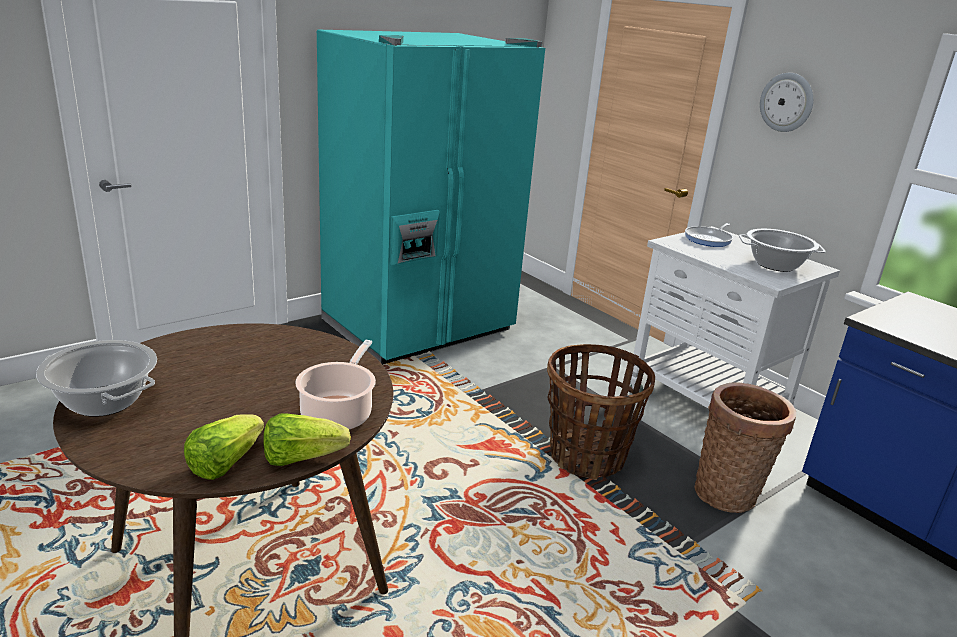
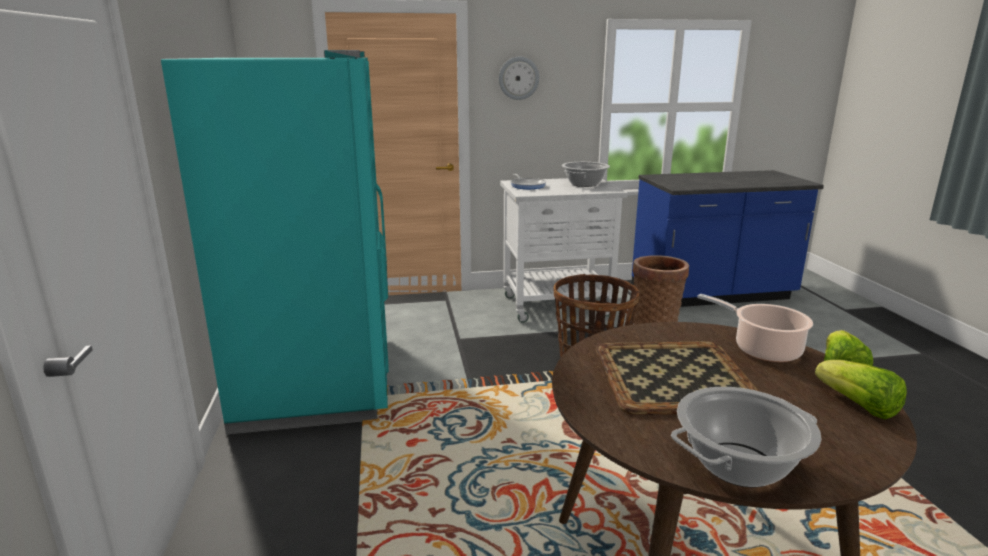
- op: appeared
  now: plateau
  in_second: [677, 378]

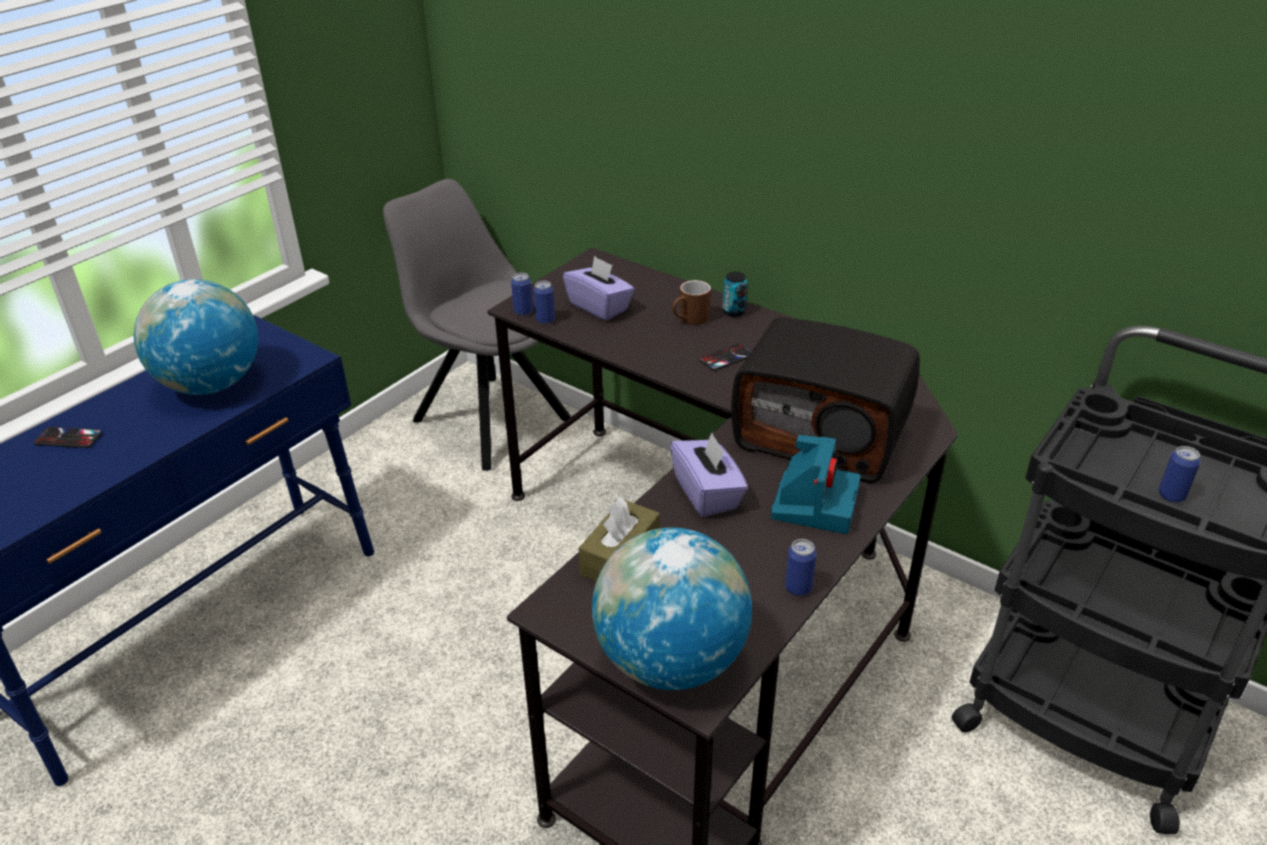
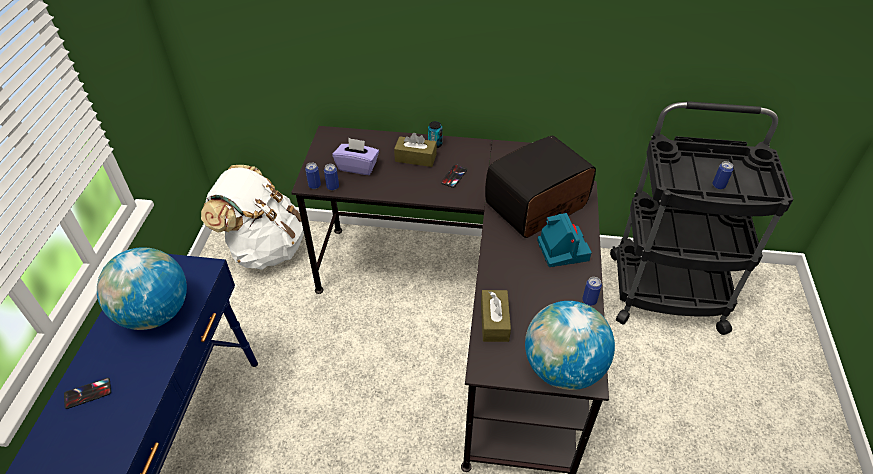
- op: exchanged
  was: chaise [gris]
  now: sac à dos [blanc]
  in_first: [476, 325]
  in_second: [252, 217]
- op: exchanged
  was: mug [marron]
  now: boîte à mouchoirs [marron]
  in_first: [691, 302]
  in_second: [415, 150]
- op: spun
  was: radio
  in_first: [825, 400]
  in_second: [540, 187]
  clockwise: 150
- op: missing
  was: boîte à mouchoirs [violet]
  in_first: [709, 475]

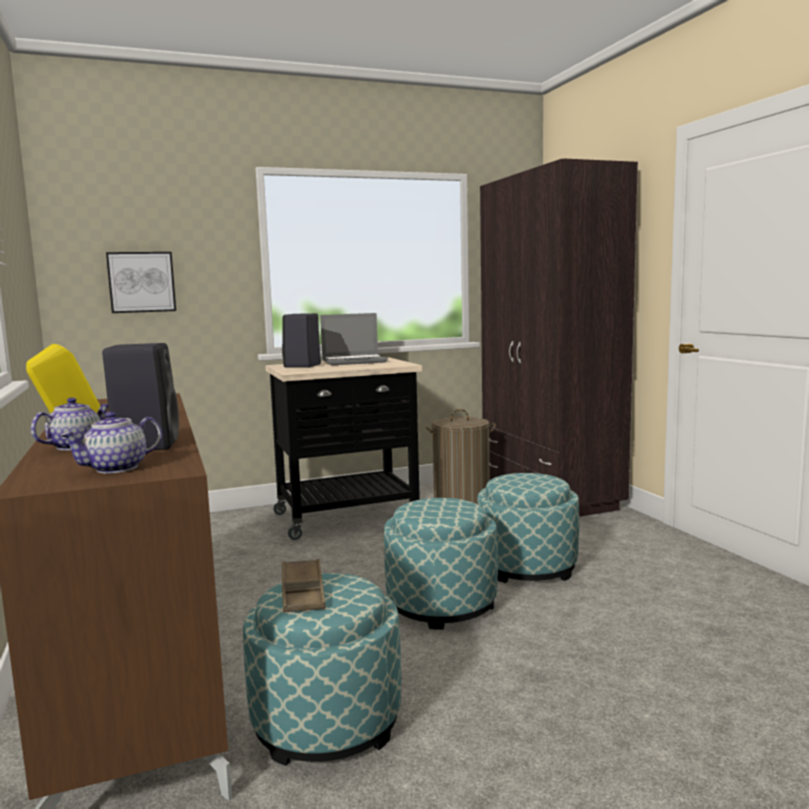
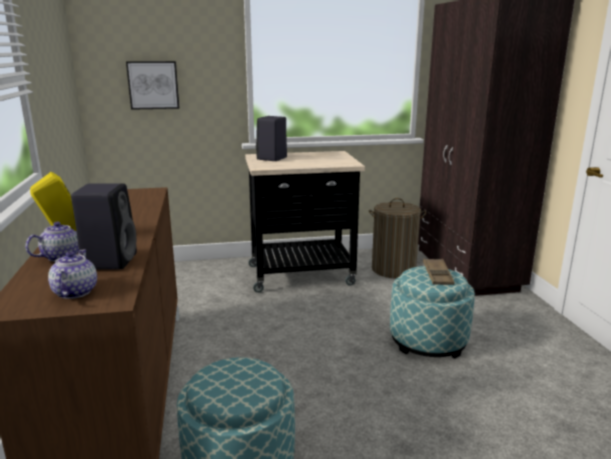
- op: missing
  was: ordinateur portable
  in_first: [354, 339]
- op: spun
  was: théière
  in_first: [111, 443]
  in_second: [72, 274]
  clockwise: 120
- op: missing
  was: pouf
  in_first: [441, 564]
- op: relocated
  was: plateau [marron]
  in_first: [304, 586]
  in_second: [439, 271]

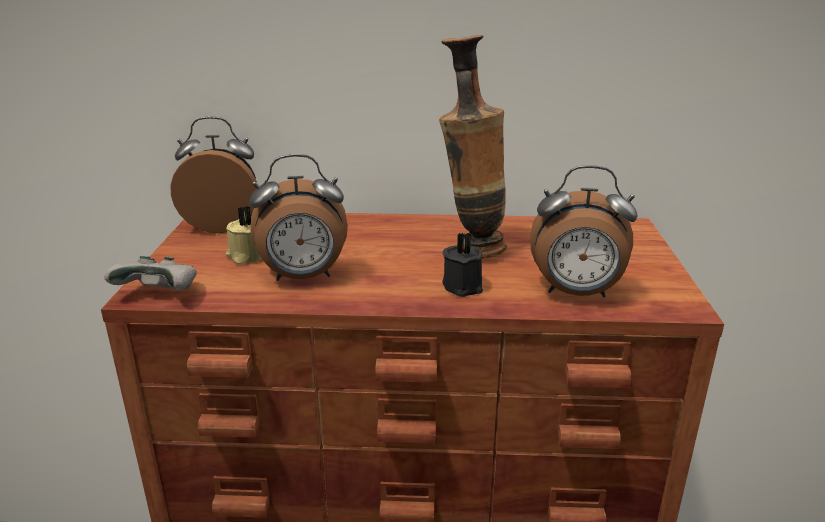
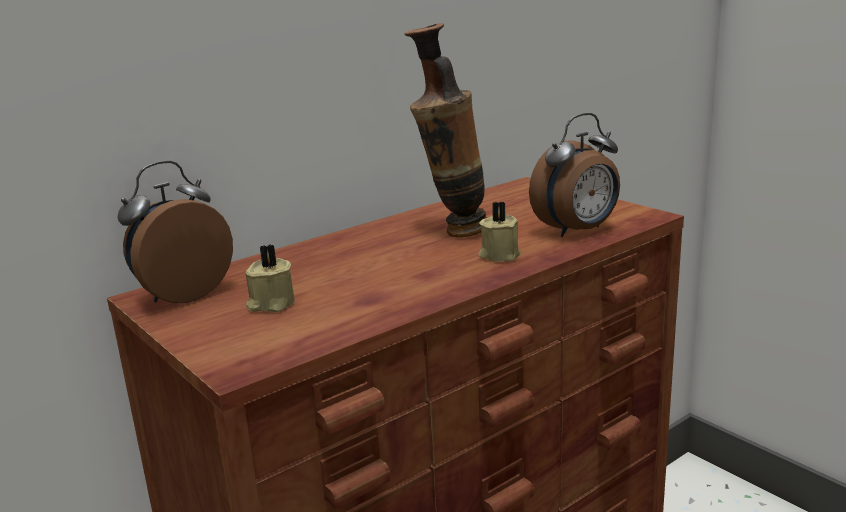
- op: missing
  was: réveil
  in_first: [298, 217]
- op: colour
  was: bougie [noir]
  now: bougie [beige]
  in_first: [462, 265]
  in_second: [500, 231]
- op: missing
  was: manette [gris]
  in_first: [150, 273]

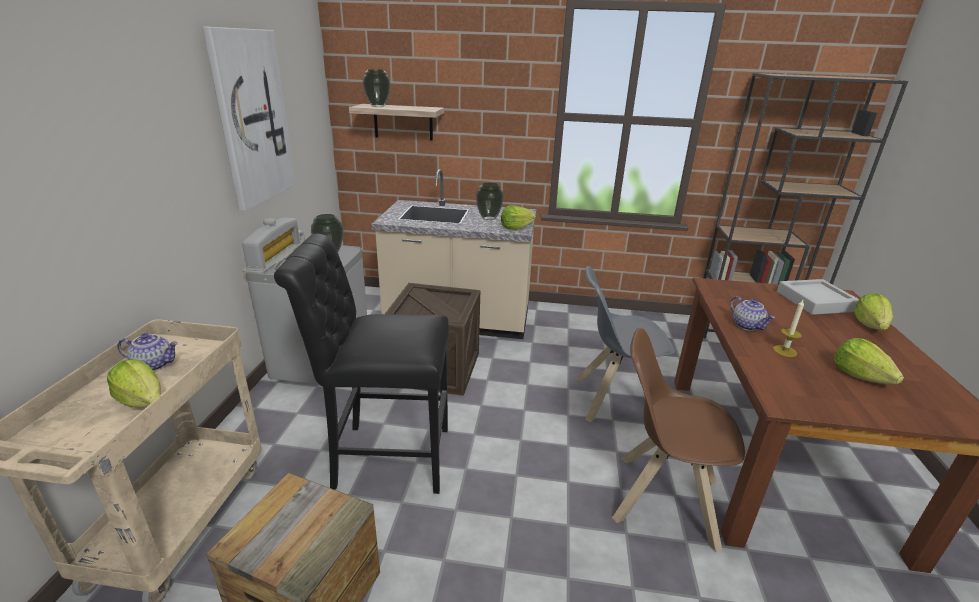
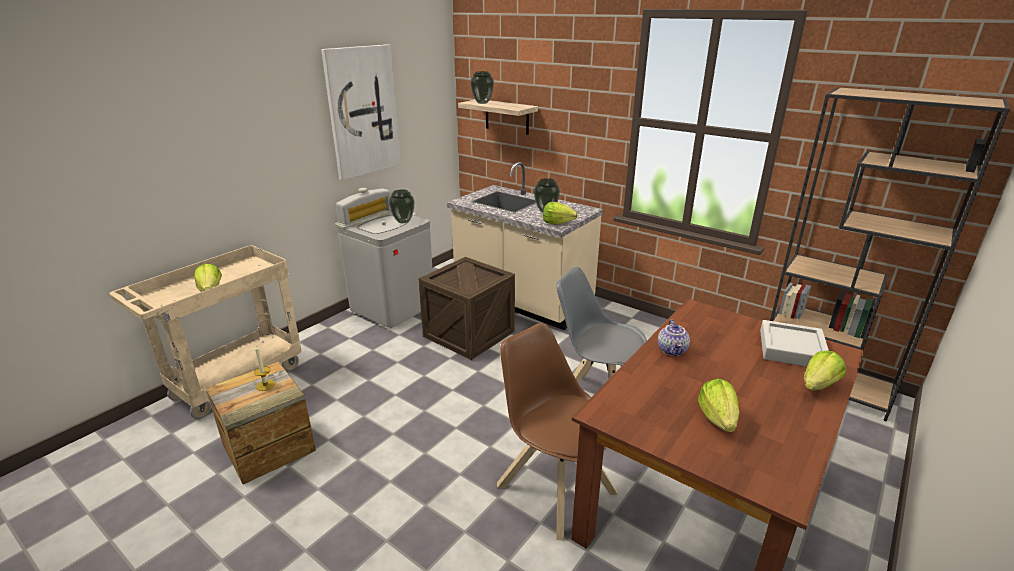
- op: missing
  was: tabouret [noir]
  in_first: [361, 364]
- op: relocated
  was: bougie
  in_first: [788, 328]
  in_second: [264, 368]
- op: missing
  was: théière
  in_first: [147, 352]

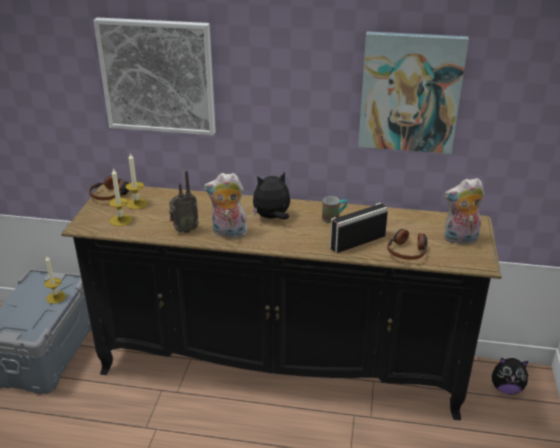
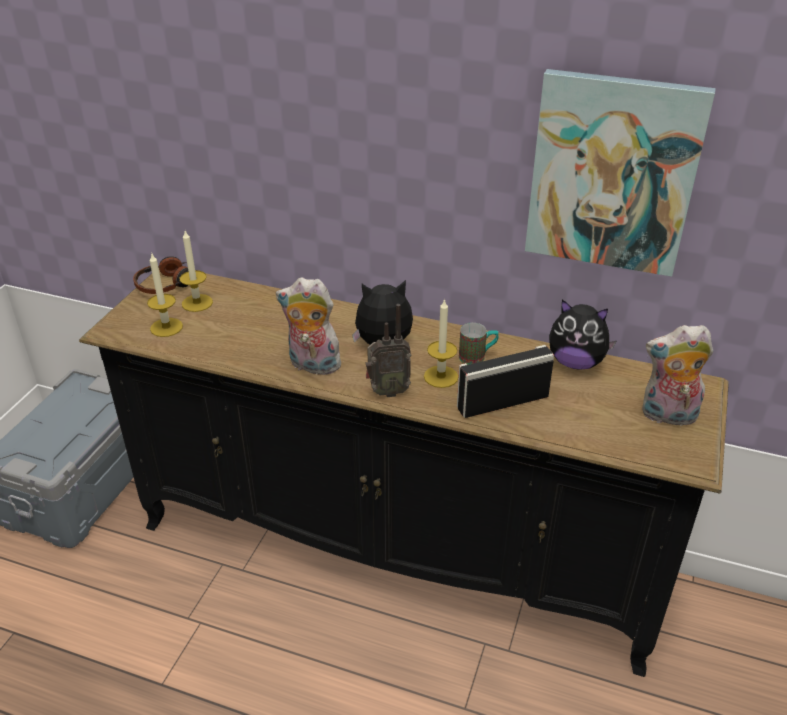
- op: missing
  was: tableau
  in_first: [154, 76]
- op: relocated
  was: radio
  in_first: [184, 201]
  in_second: [388, 350]
- op: missing
  was: casque audio
  in_first: [407, 244]
- op: relocated
  was: bougie
  in_first: [55, 280]
  in_second: [441, 343]
- op: relocated
  was: peluche
  in_first: [510, 376]
  in_second: [583, 334]

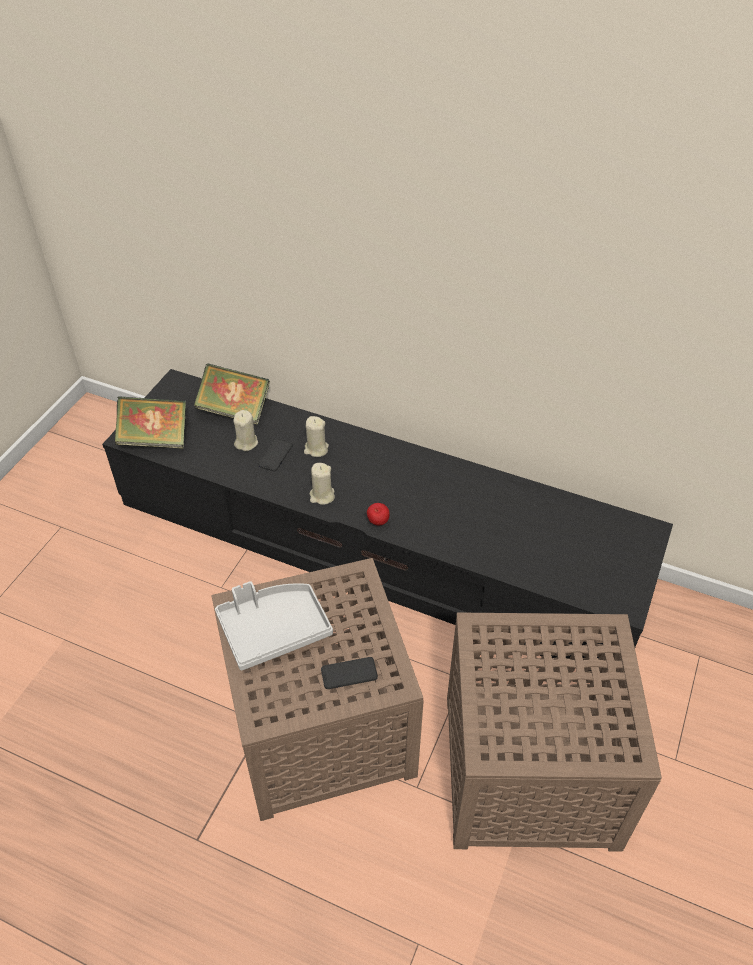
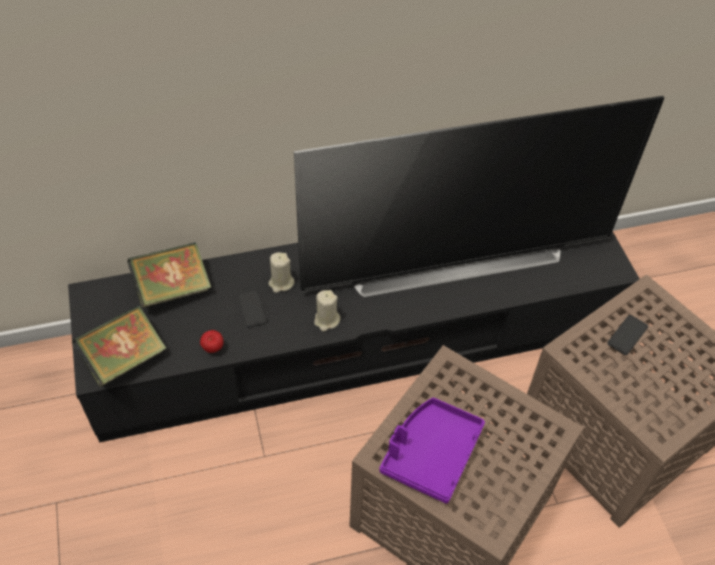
- op: missing
  was: bougie [beige]
  in_first: [245, 430]
- op: relocated
  was: pomme
  in_first: [378, 514]
  in_second: [211, 341]
- op: colour
  was: plateau [gris]
  now: plateau [violet]
  in_first: [274, 626]
  in_second: [432, 450]
- op: relocated
  was: téléphone
  in_first: [349, 673]
  in_second: [628, 335]
- op: appeared
  now: téléviseur
  in_second: [479, 196]

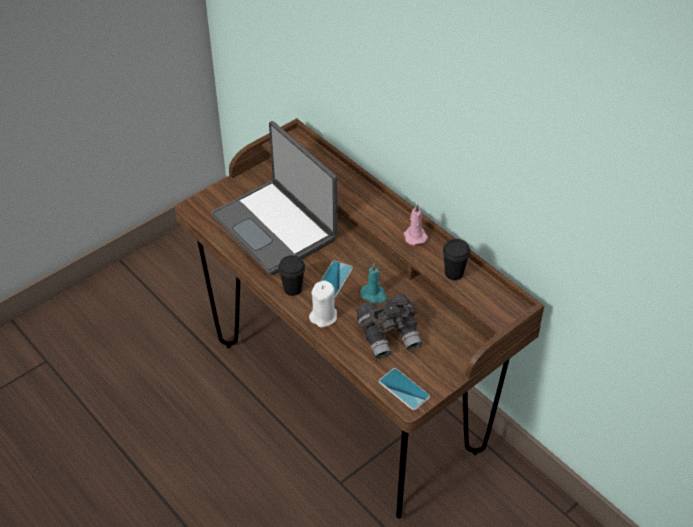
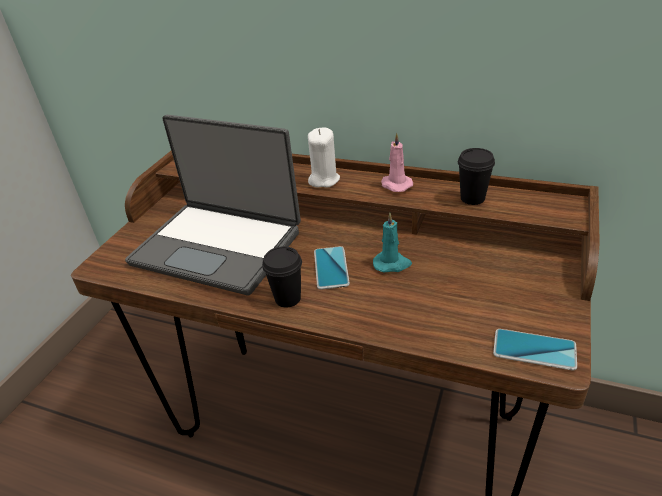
- op: relocated
  was: bougie [blanc]
  in_first: [323, 304]
  in_second: [324, 157]
- op: missing
  was: jumelles [gris]
  in_first: [389, 326]

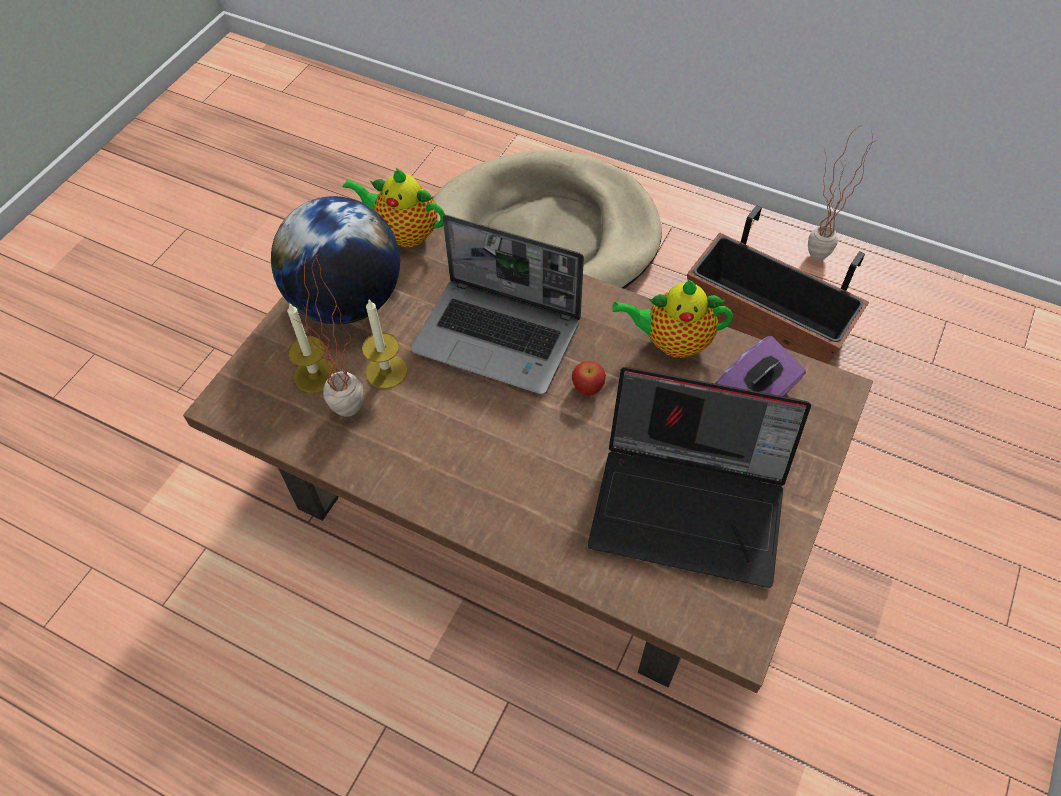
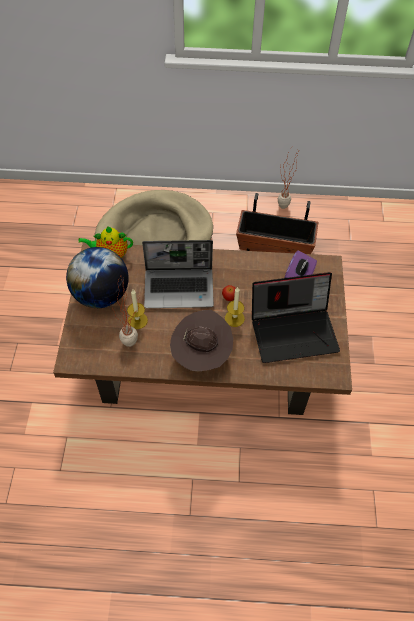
- op: missing
  was: théière
  in_first: [673, 319]
- op: relocated
  was: bougie
  in_first: [311, 348]
  in_second: [235, 307]
- op: appeared
  now: chapeau [marron]
  in_second: [201, 340]

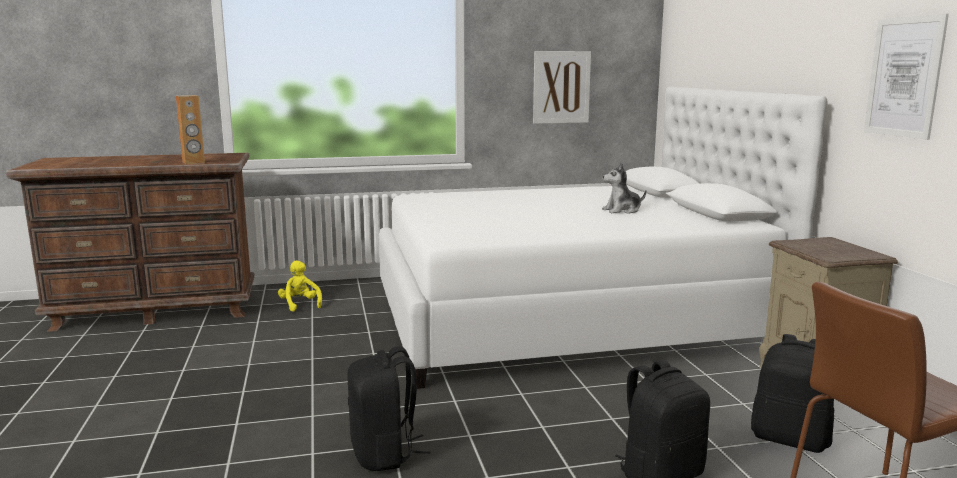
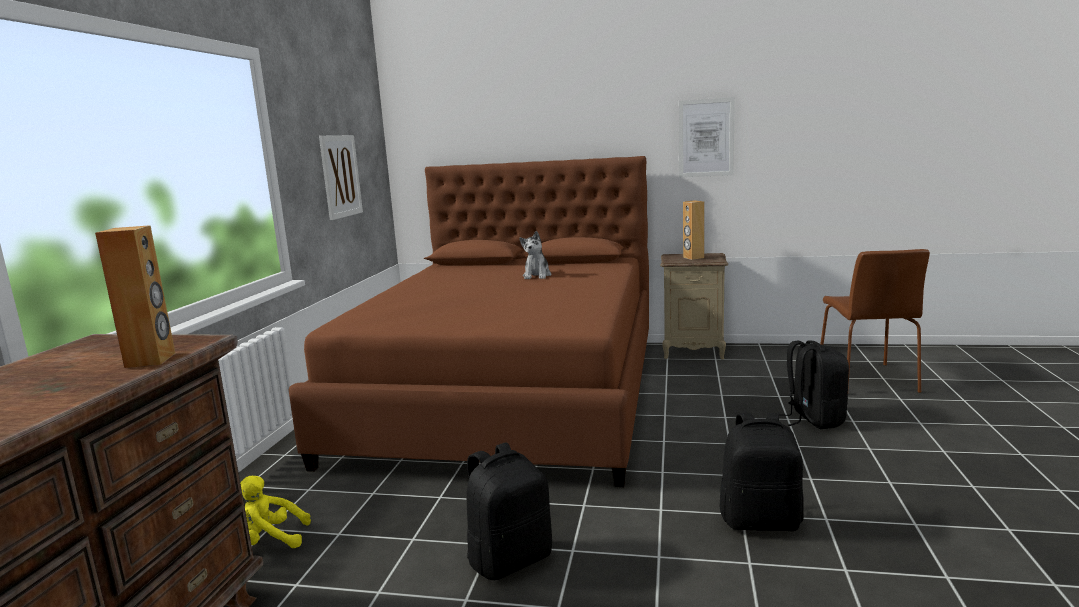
- op: colour
  was: lit [blanc]
  now: lit [marron]
  in_first: [603, 237]
  in_second: [469, 321]
- op: relocated
  was: sac à dos [noir]
  in_first: [792, 393]
  in_second: [509, 511]
- op: appeared
  now: enceinte [marron]
  in_second: [693, 230]

